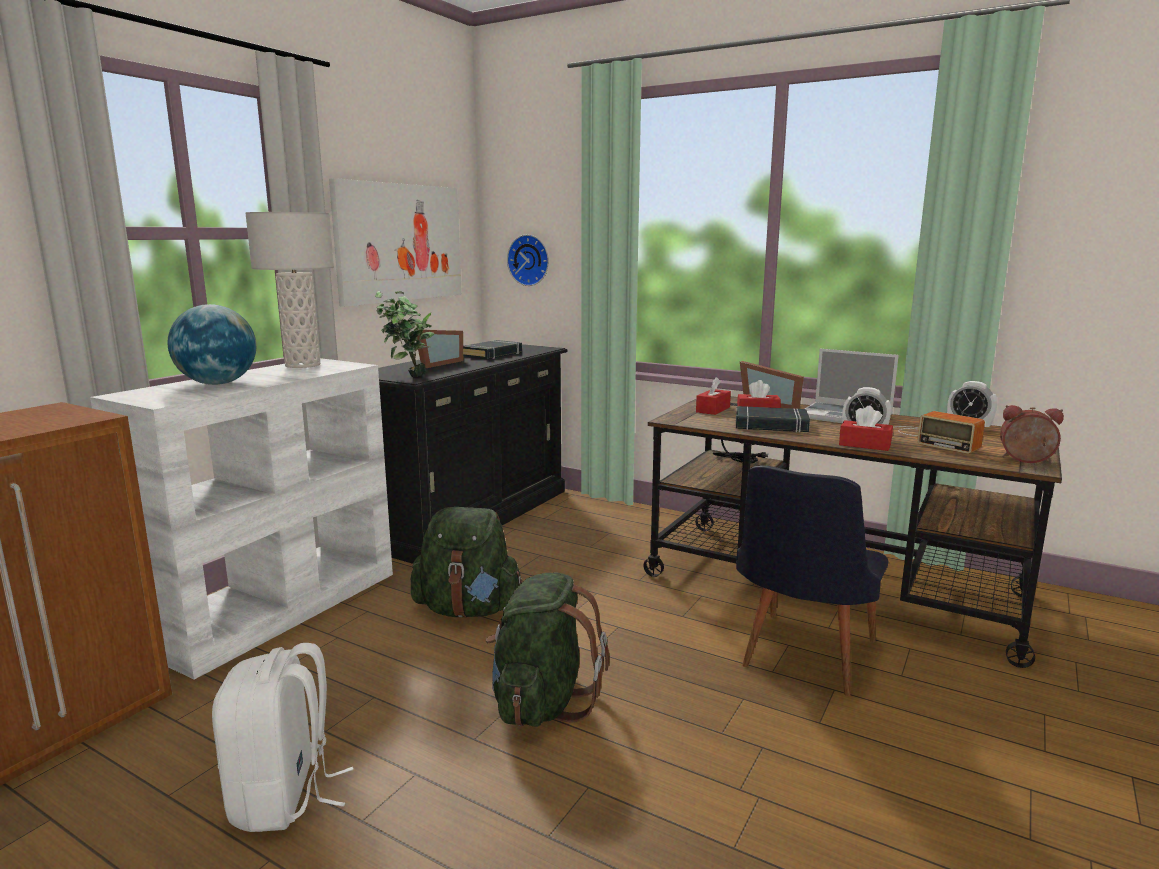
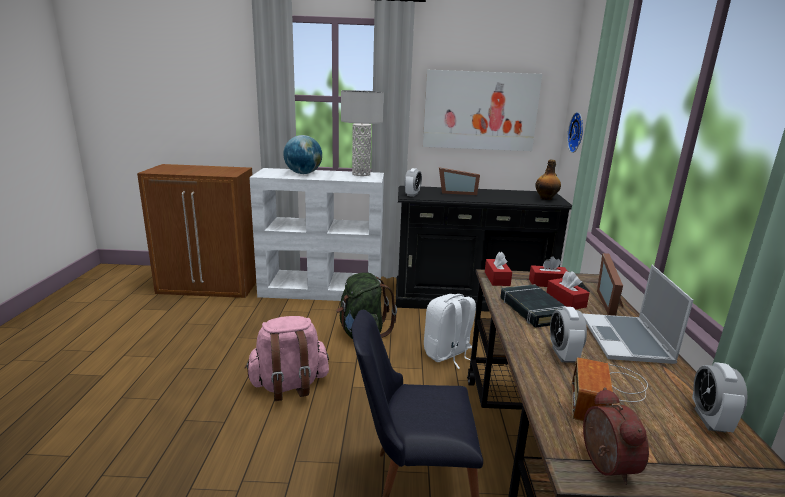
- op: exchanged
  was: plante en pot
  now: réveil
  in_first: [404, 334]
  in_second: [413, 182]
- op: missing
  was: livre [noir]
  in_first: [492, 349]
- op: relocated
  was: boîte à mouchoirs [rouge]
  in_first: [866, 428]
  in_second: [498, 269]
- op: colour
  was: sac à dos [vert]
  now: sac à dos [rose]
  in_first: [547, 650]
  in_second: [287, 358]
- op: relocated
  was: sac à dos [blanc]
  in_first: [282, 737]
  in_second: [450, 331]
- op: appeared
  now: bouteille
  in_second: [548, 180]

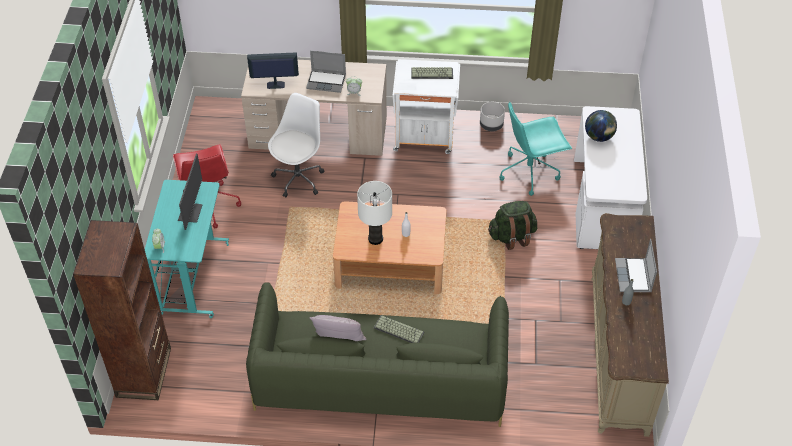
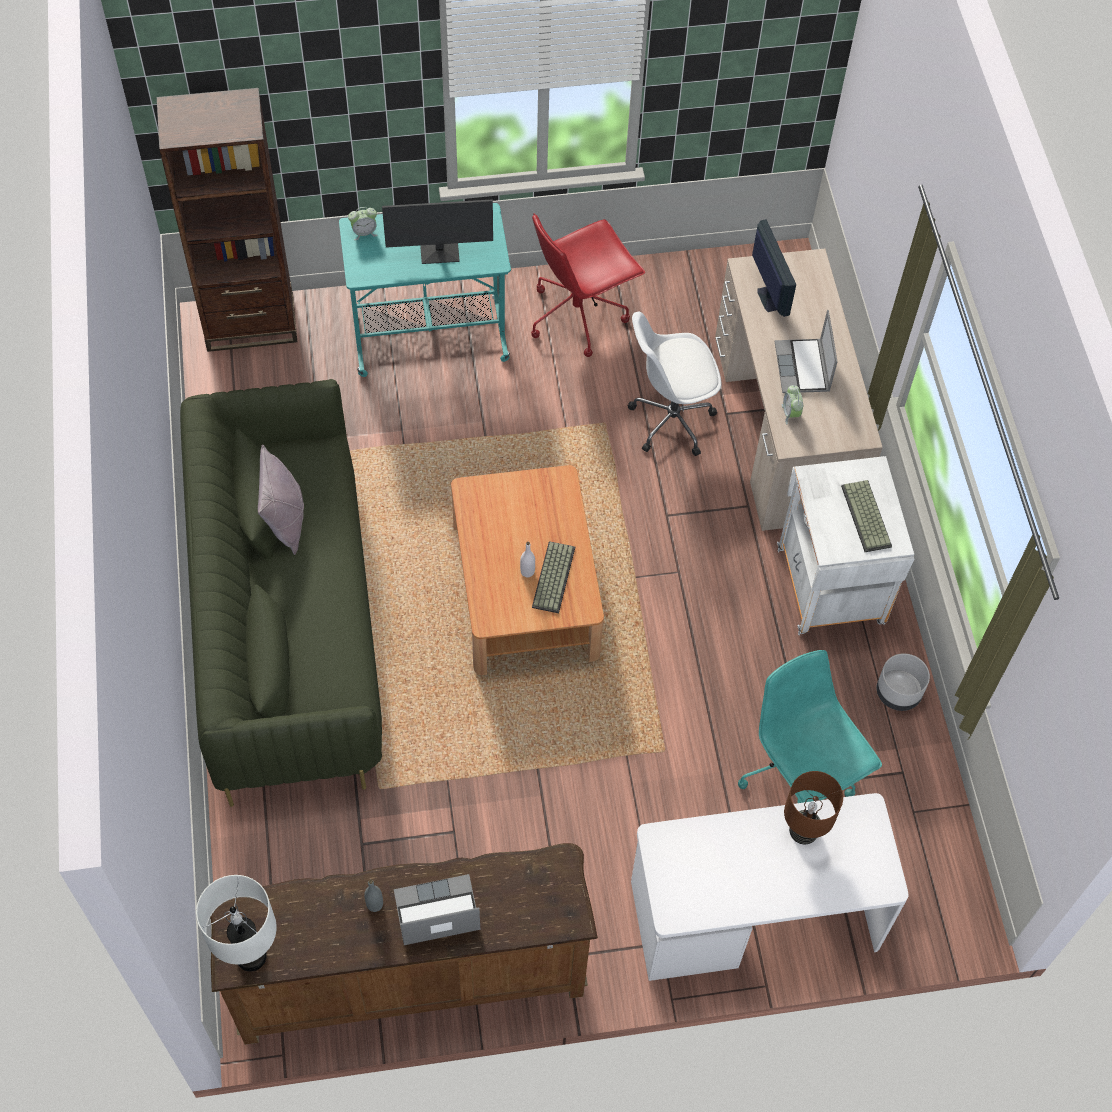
- op: spun
  was: chaise de bureau [blanc]
  in_first: [296, 145]
  in_second: [674, 384]
  clockwise: 150
- op: exchanged
  was: globe
  now: lampe de table [marron]
  in_first: [601, 126]
  in_second: [813, 807]
- op: relocated
  was: lampe de table [blanc]
  in_first: [374, 213]
  in_second: [236, 923]
- op: missing
  was: sac à dos [vert]
  in_first: [512, 225]
- op: relocated
  was: clavier
  in_first: [399, 329]
  in_second: [553, 577]

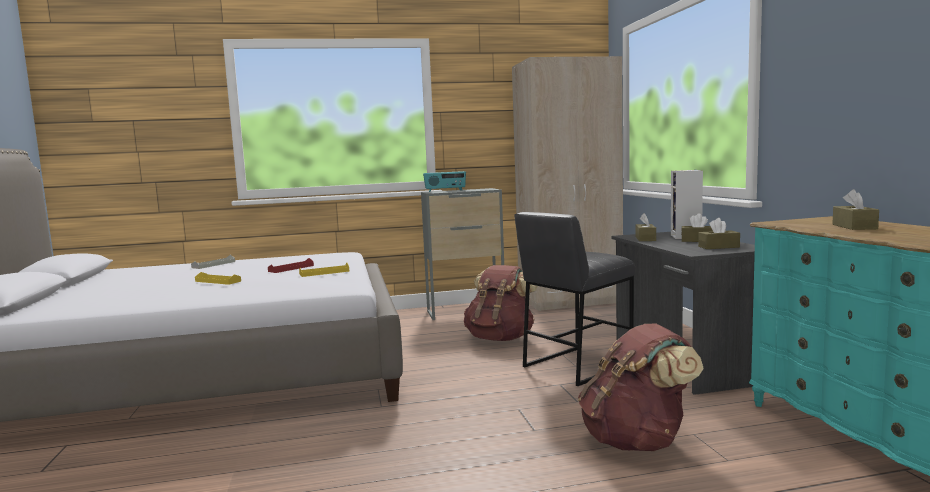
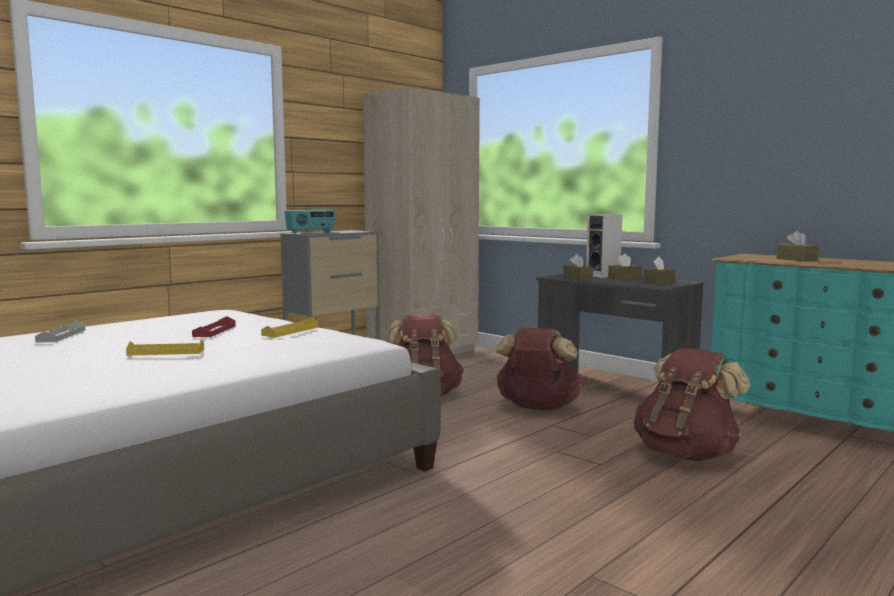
- op: exchanged
  was: tabouret [gris]
  now: sac à dos [marron]
  in_first: [574, 299]
  in_second: [539, 368]

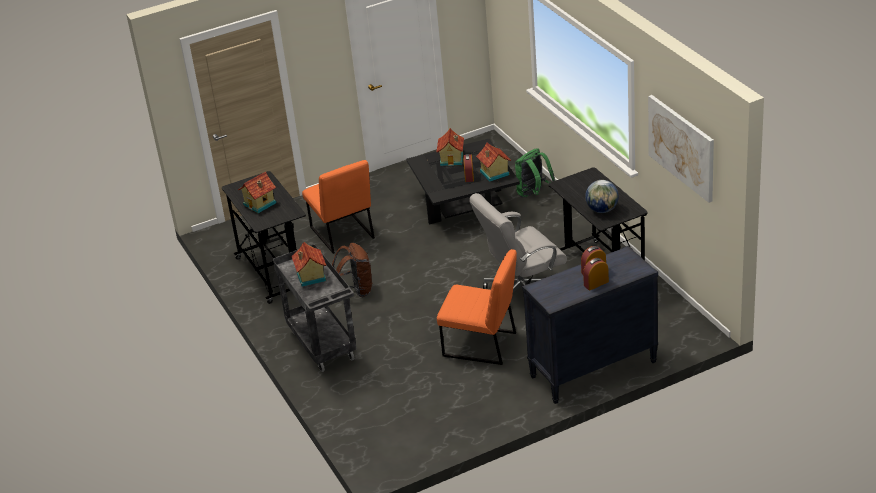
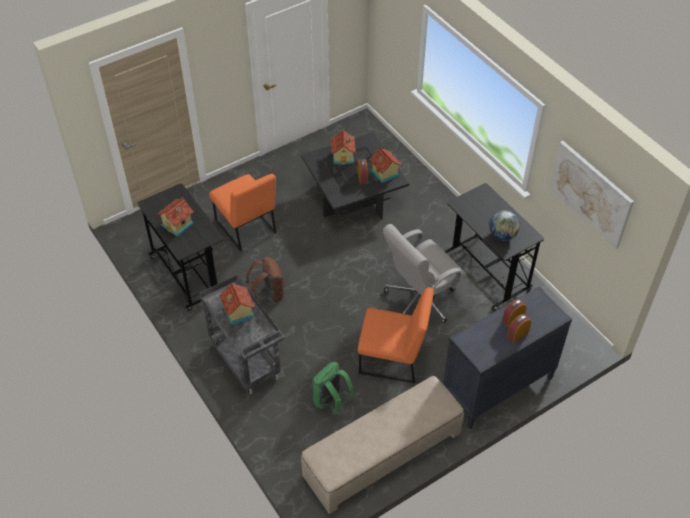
- op: relocated
  was: sac à dos [vert]
  in_first: [535, 173]
  in_second: [334, 388]
- op: appeared
  now: banc [beige]
  in_second: [382, 445]

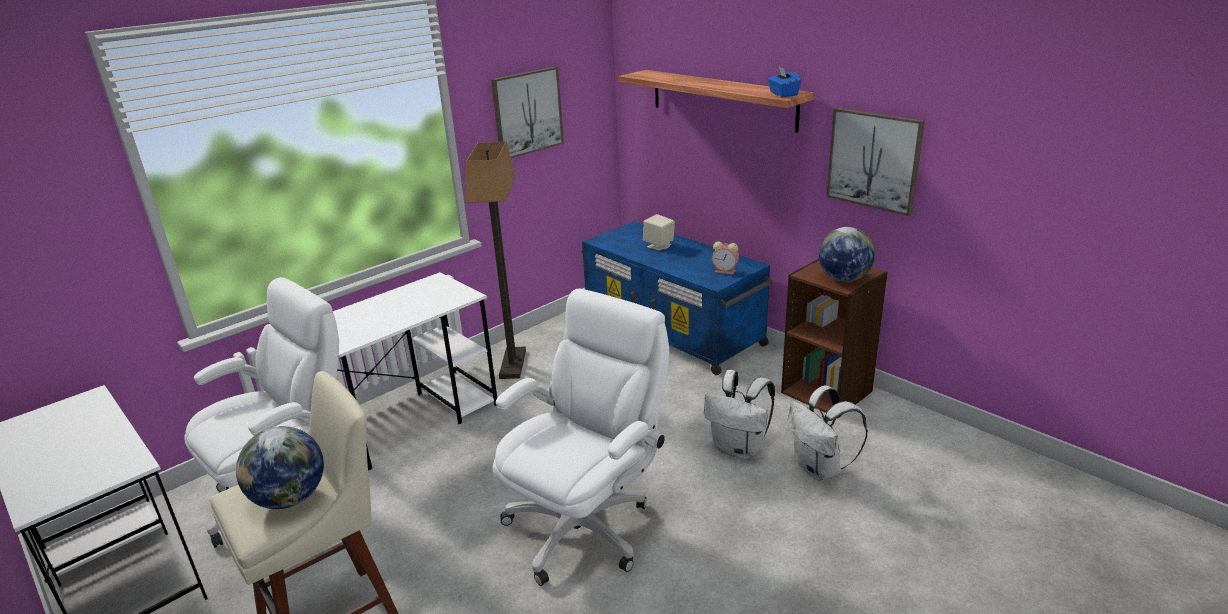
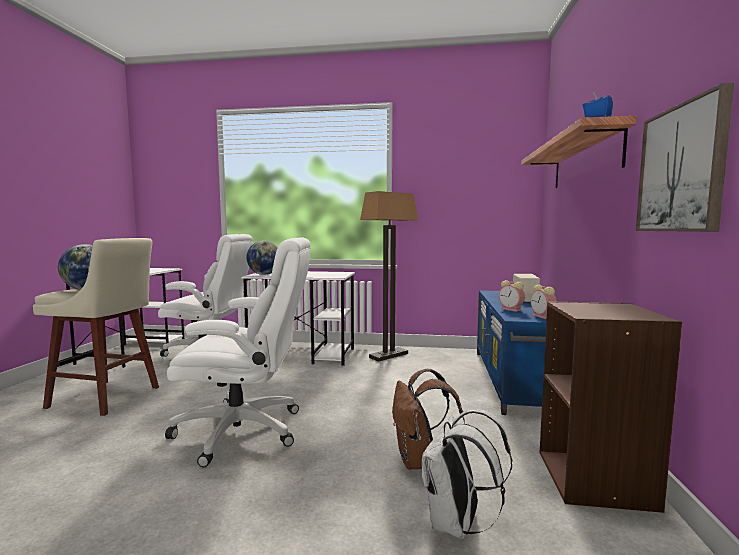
- op: missing
  was: tableau
  in_first: [527, 112]
- op: relocated
  was: globe
  in_first: [847, 254]
  in_second: [262, 258]
- op: colour
  was: sac à dos [blanc]
  now: sac à dos [marron]
  in_first: [739, 414]
  in_second: [428, 419]
- op: appeared
  now: réveil
  in_second: [512, 296]

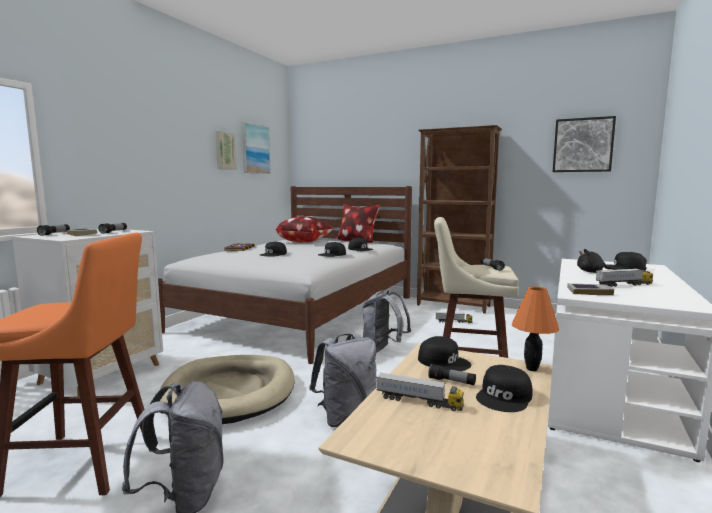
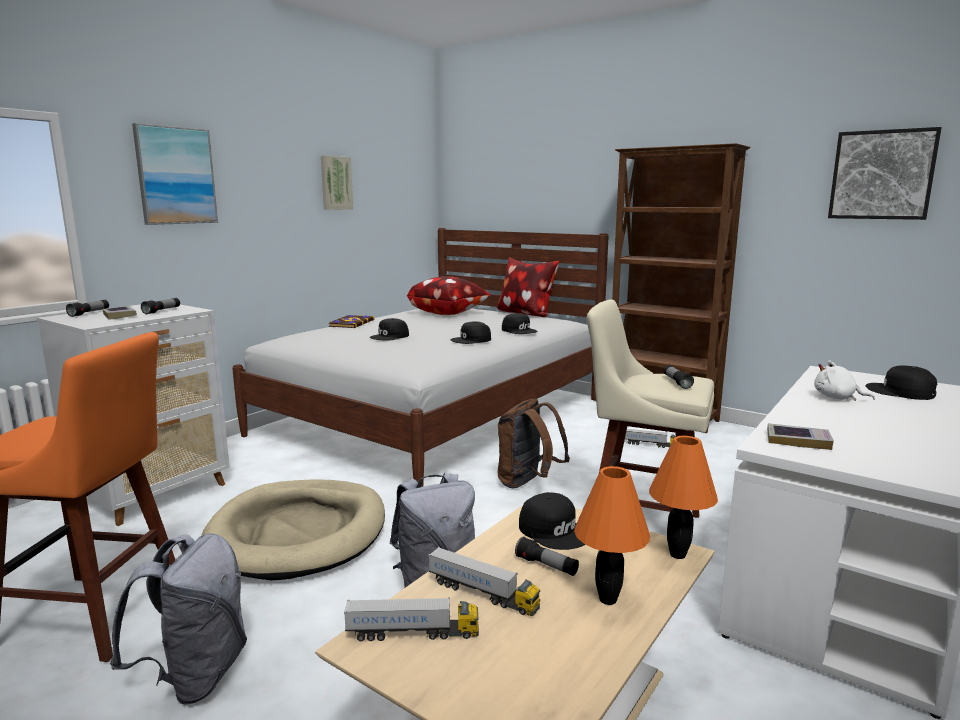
- op: relocated
  was: tableau
  in_first: [256, 148]
  in_second: [175, 174]
- op: colour
  was: peluche [noir]
  now: peluche [blanc]
  in_first: [596, 261]
  in_second: [844, 381]
- op: relocated
  was: camion jouet
  in_first: [624, 278]
  in_second: [411, 619]
- op: colour
  was: sac à dos [gris]
  now: sac à dos [marron]
  in_first: [386, 320]
  in_second: [534, 443]
- op: exchanged
  was: casquette [noir]
  now: lampe de table [orange]
  in_first: [504, 388]
  in_second: [612, 535]

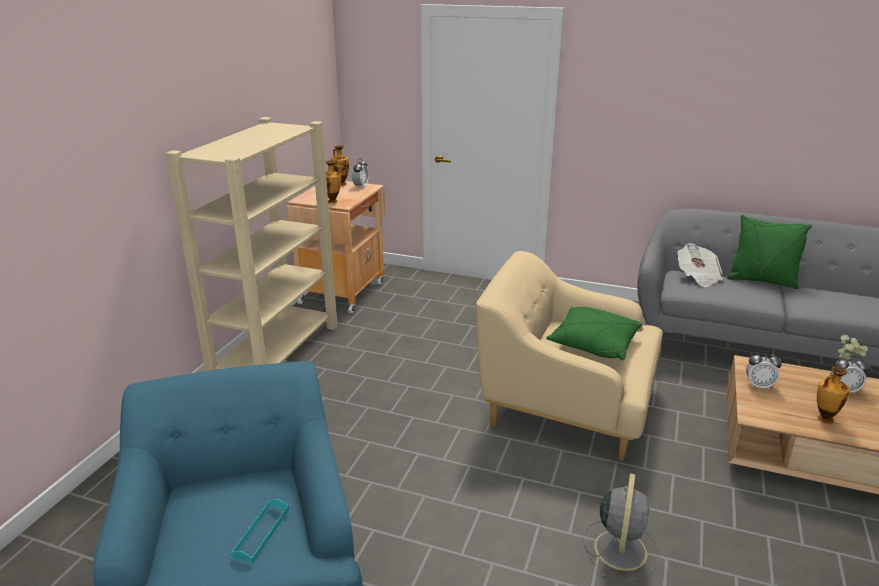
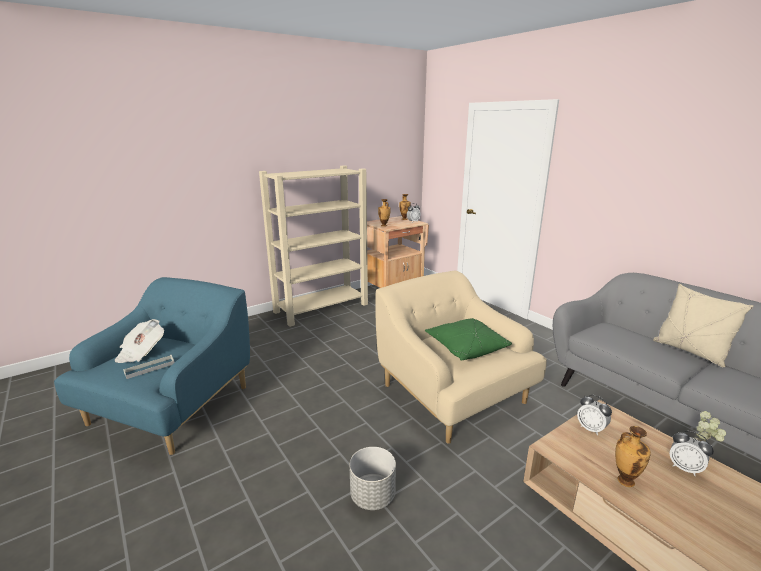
- op: colour
  was: coussin [vert]
  now: coussin [beige]
  in_first: [769, 252]
  in_second: [703, 326]
- op: relocated
  was: journal
  in_first: [700, 265]
  in_second: [139, 341]
- op: exchanged
  was: ventilateur [gris]
  now: cache-pot [gris]
  in_first: [621, 526]
  in_second: [372, 478]
- op: colour
  was: plateau [turquoise]
  now: plateau [gris]
  in_first: [260, 531]
  in_second: [148, 367]

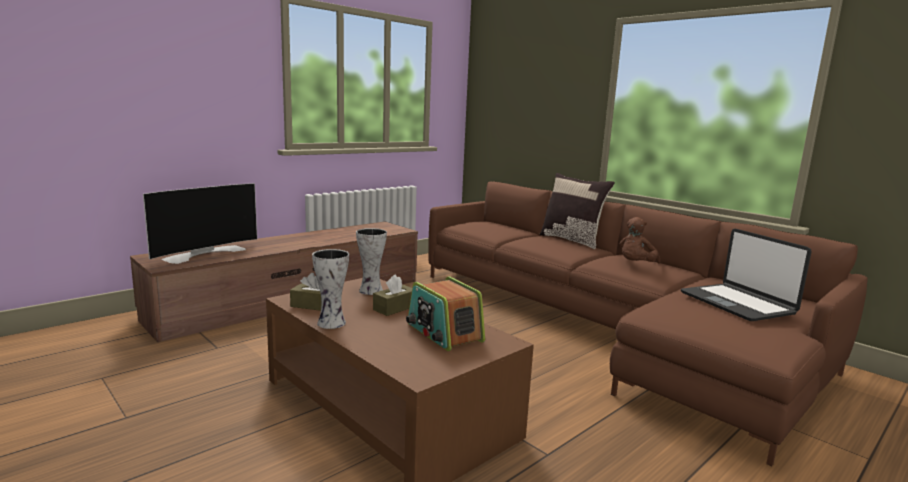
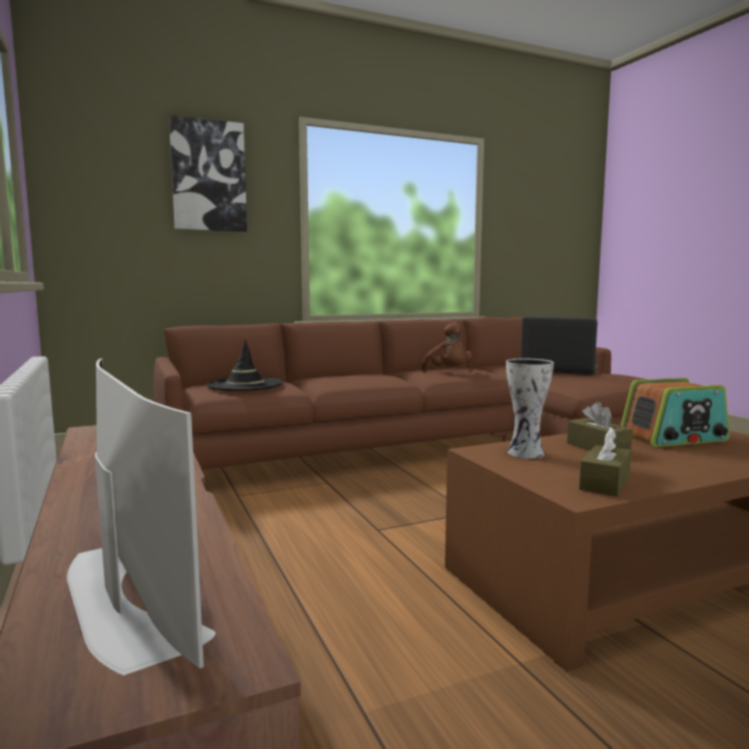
- op: missing
  was: coussin
  in_first: [577, 211]
- op: spun
  was: ordinateur portable
  in_first: [746, 275]
  in_second: [560, 345]
  clockwise: -150
- op: missing
  was: vase
  in_first: [330, 289]
- op: appeared
  now: tableau
  in_second: [208, 173]
- op: appeared
  now: chapeau [noir]
  in_second: [244, 365]

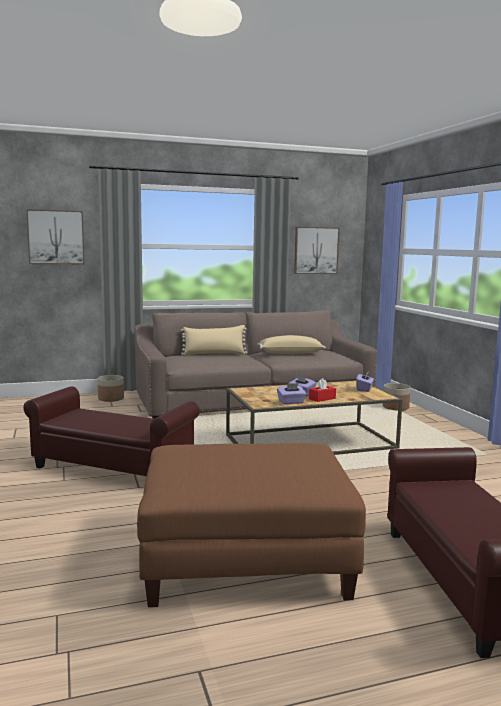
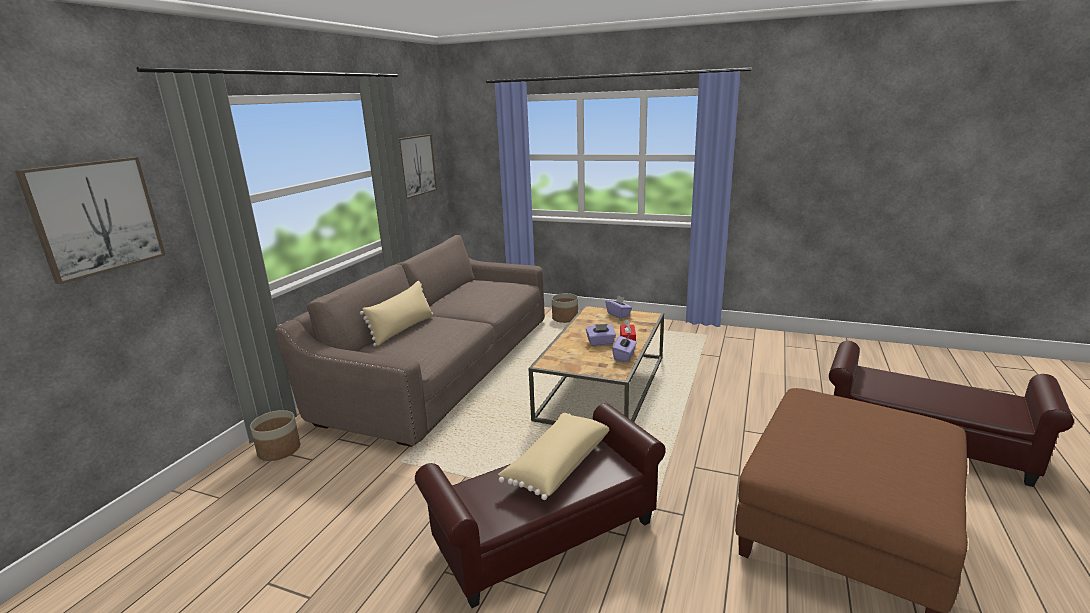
- op: relocated
  was: coussin [beige]
  in_first: [291, 344]
  in_second: [553, 456]

